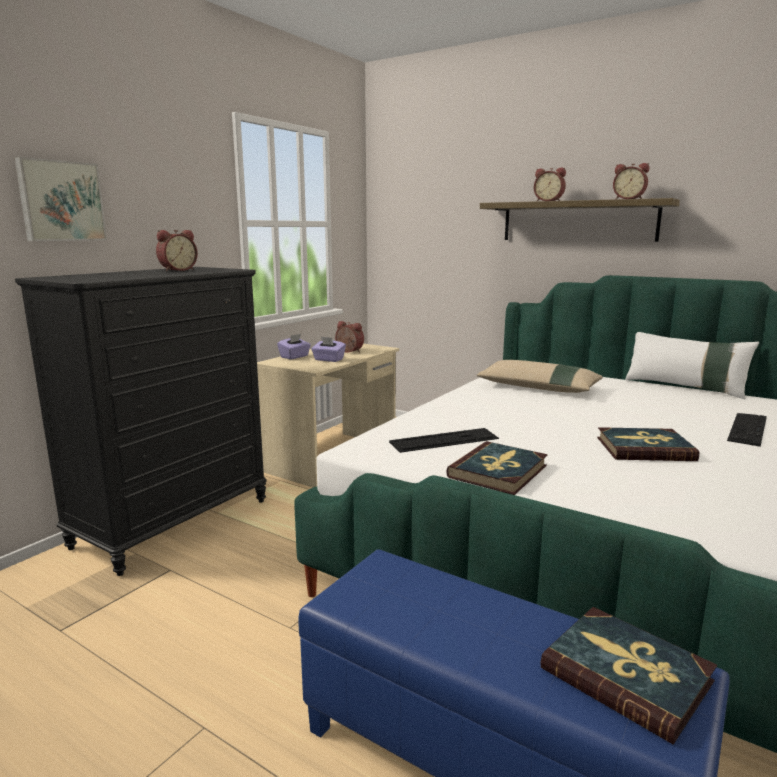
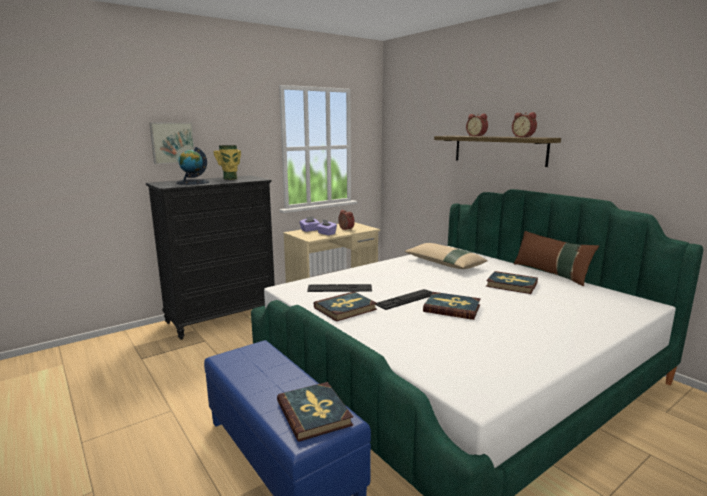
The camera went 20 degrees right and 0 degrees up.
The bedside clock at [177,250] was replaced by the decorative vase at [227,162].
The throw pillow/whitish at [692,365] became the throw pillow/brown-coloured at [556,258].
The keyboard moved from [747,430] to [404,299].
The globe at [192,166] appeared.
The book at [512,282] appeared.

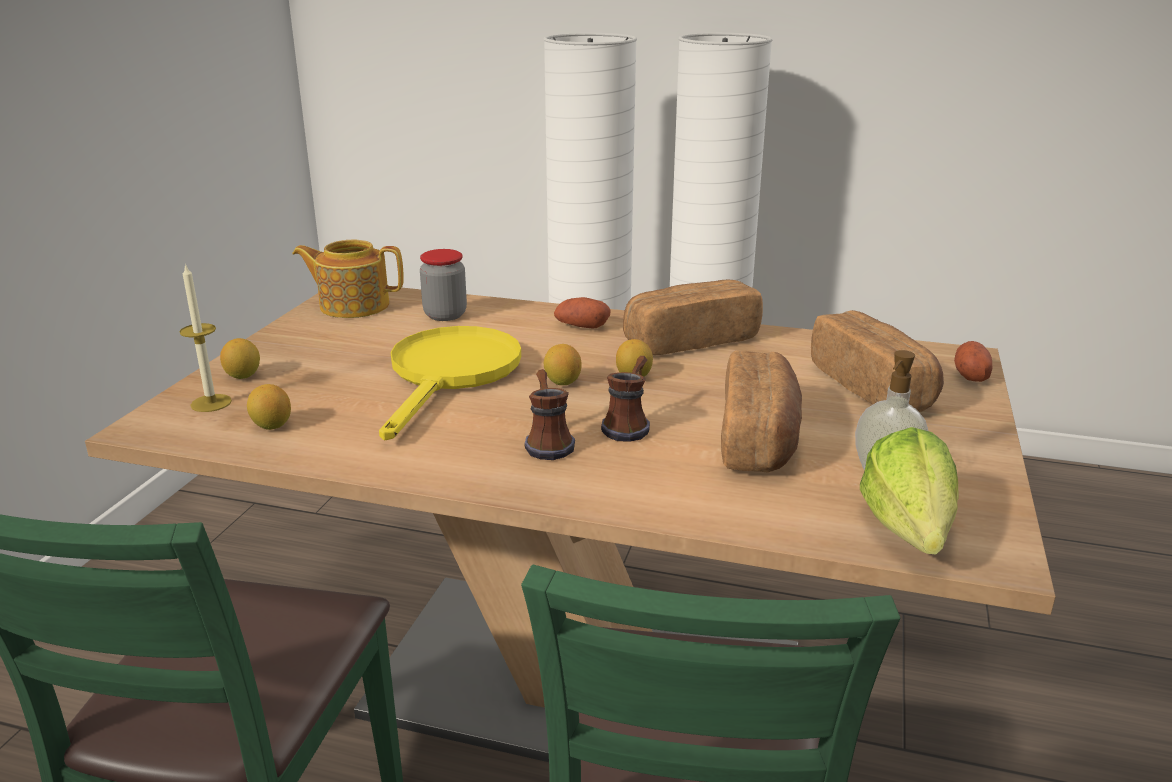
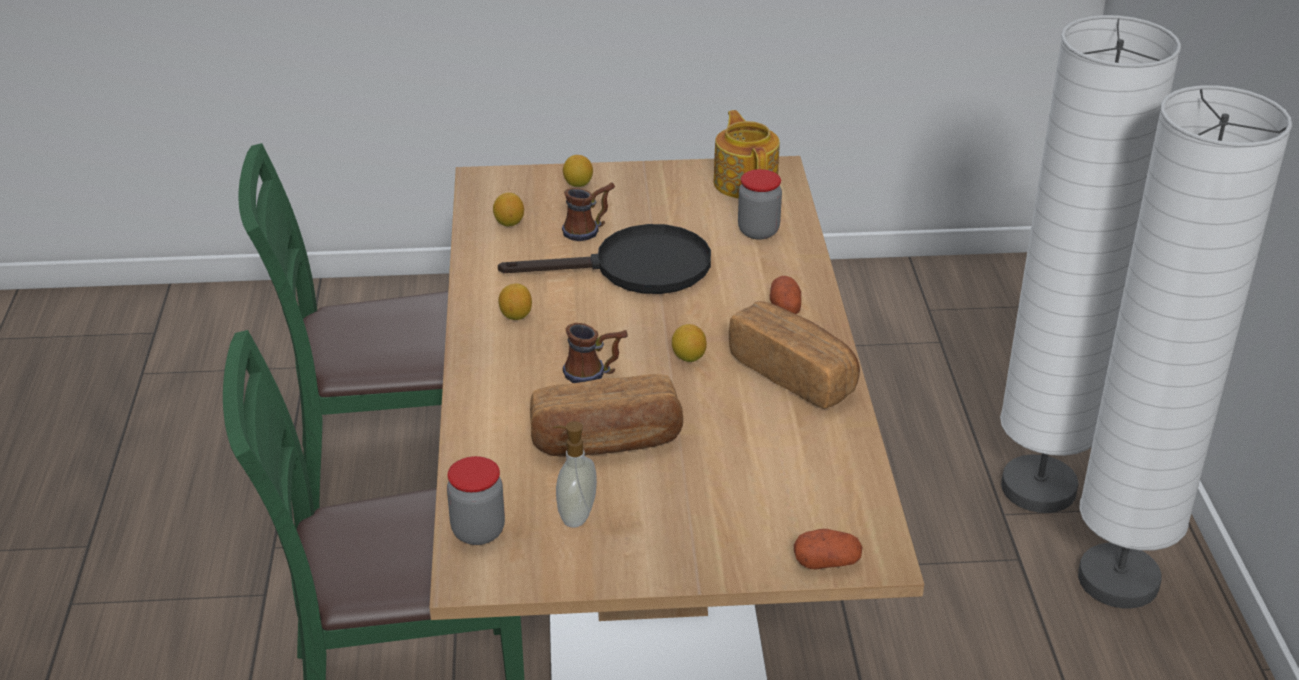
The camera went 70 degrees right and 10 degrees up.
The wax light at [205,338] disappeared.
The pan/yellow at [450,383] became the pan/black-coloured at [604,259].
The tea mug moved from [549,414] to [588,211].
The whole lemon moved from [563,364] to [515,301].
The baked bread at [877,361] disappeared.
The lettuce at [909,491] was replaced by the jar at [476,500].

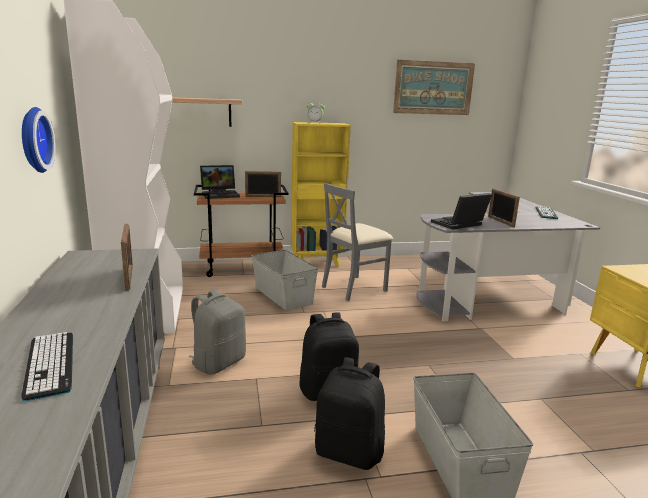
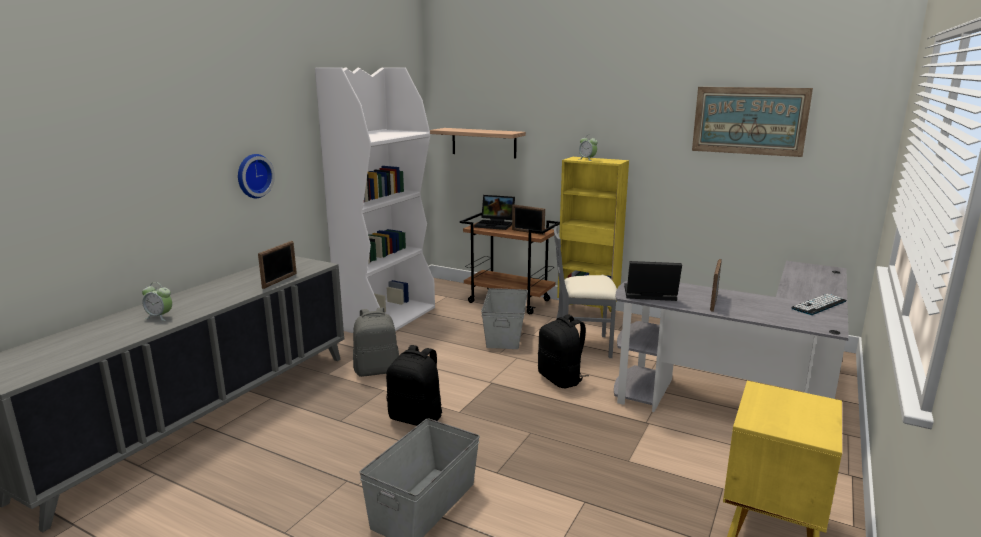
The camera went 40 degrees right and 0 degrees up.
The keyboard at [47,366] was replaced by the bedside clock at [157,301].
The rucksack/black-coloured moved from [349,413] to [563,351].

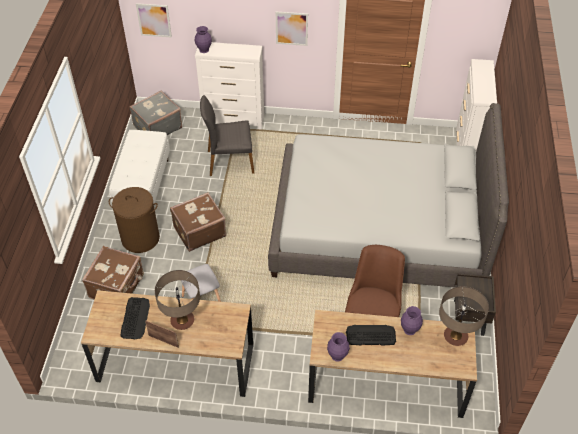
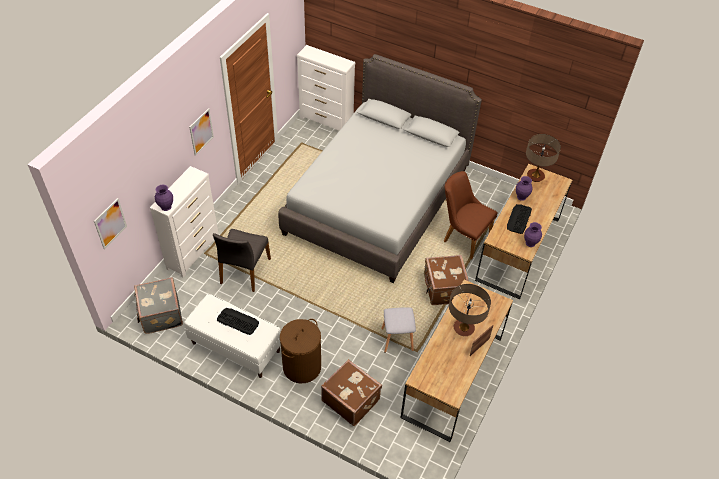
The camera went 70 degrees left and 0 degrees up.
The keyboard moved from [135,318] to [238,321].
The piece of luggage/brown-coloured moved from [198,222] to [446,280].
The night table/brown-coloured at [475,304] disappeared.

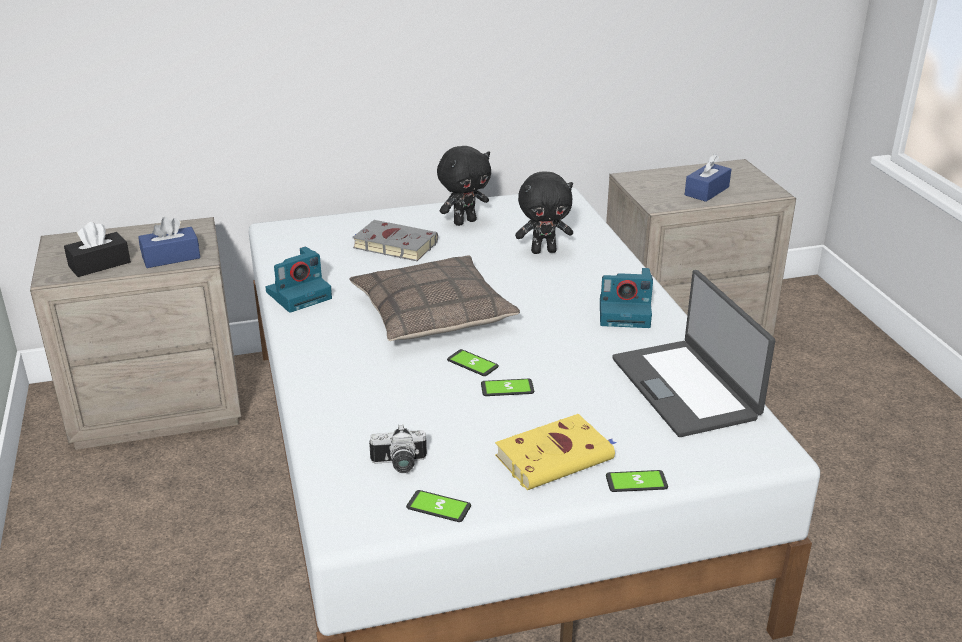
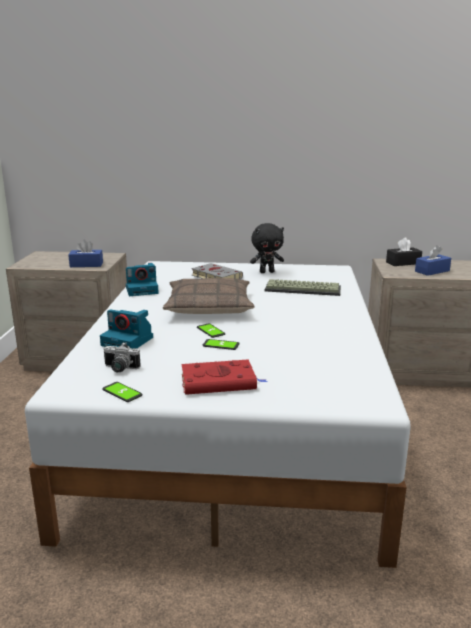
The camera went 20 degrees right and 10 degrees down.
The box of tissues/black-coloured moved from [97,249] to [404,251].
The book/yellow at [556,452] became the book/red at [224,377].
The soft toy/black-coloured at [544,213] was replaced by the keyboard at [303,287].
The still camera moved from [626,298] to [126,328].
The handset at [637,481] disappeared.
The portable computer at [693,353] disappeared.

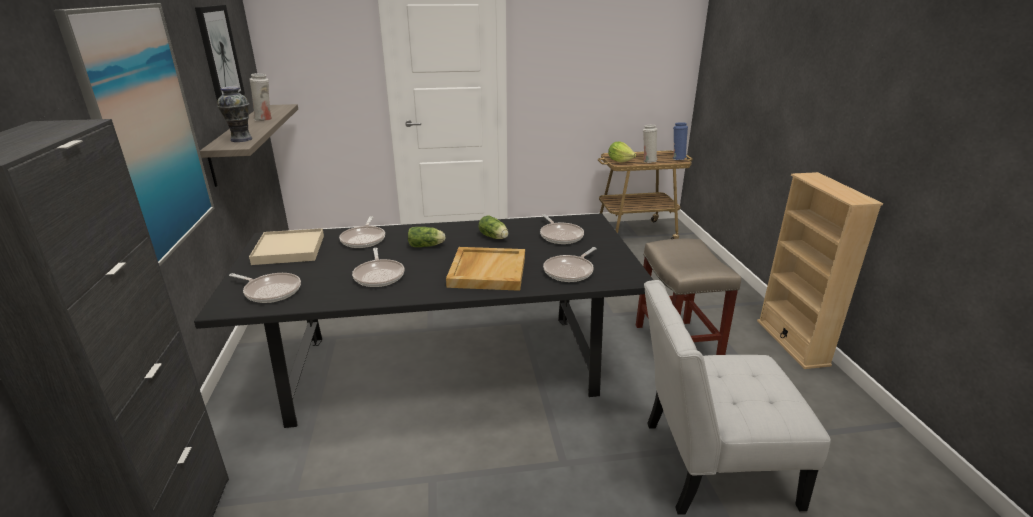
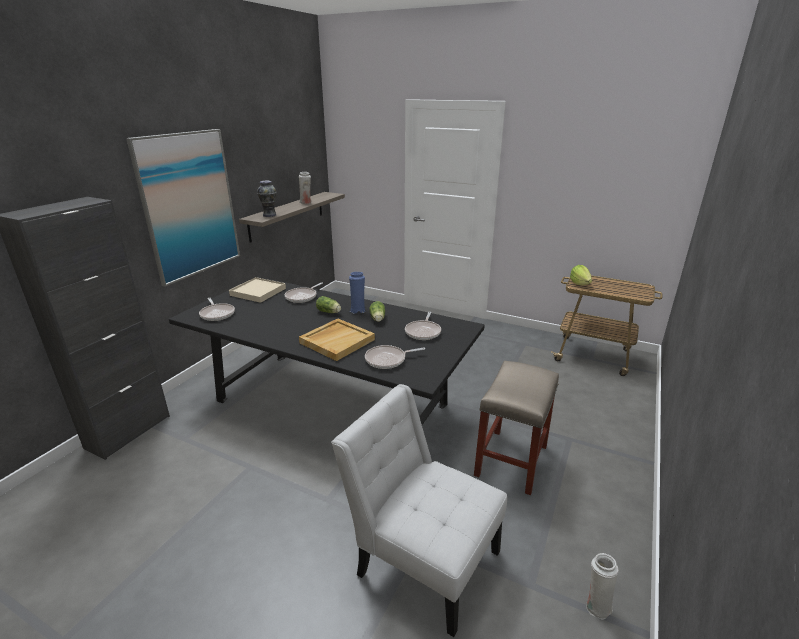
The camera went 35 degrees right and 0 degrees up.
The picture at [220,53] disappeared.
The pan at [378,267] disappeared.
The decorative vase/whitish moved from [650,144] to [602,586].
The decorative vase/blue-coloured moved from [680,141] to [357,293].
The shelving unit/sand-coloured at [820,270] disappeared.

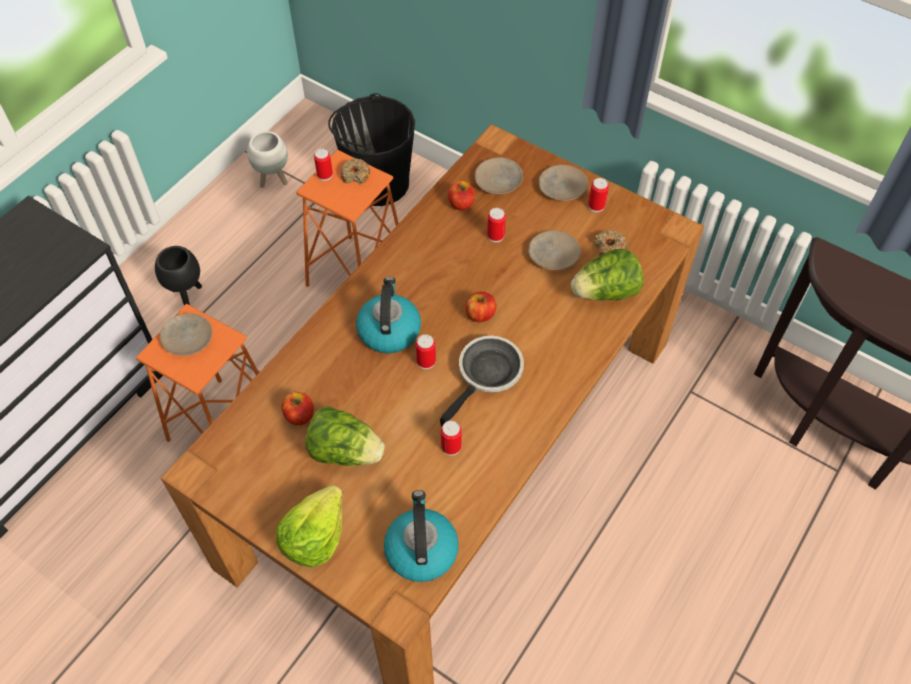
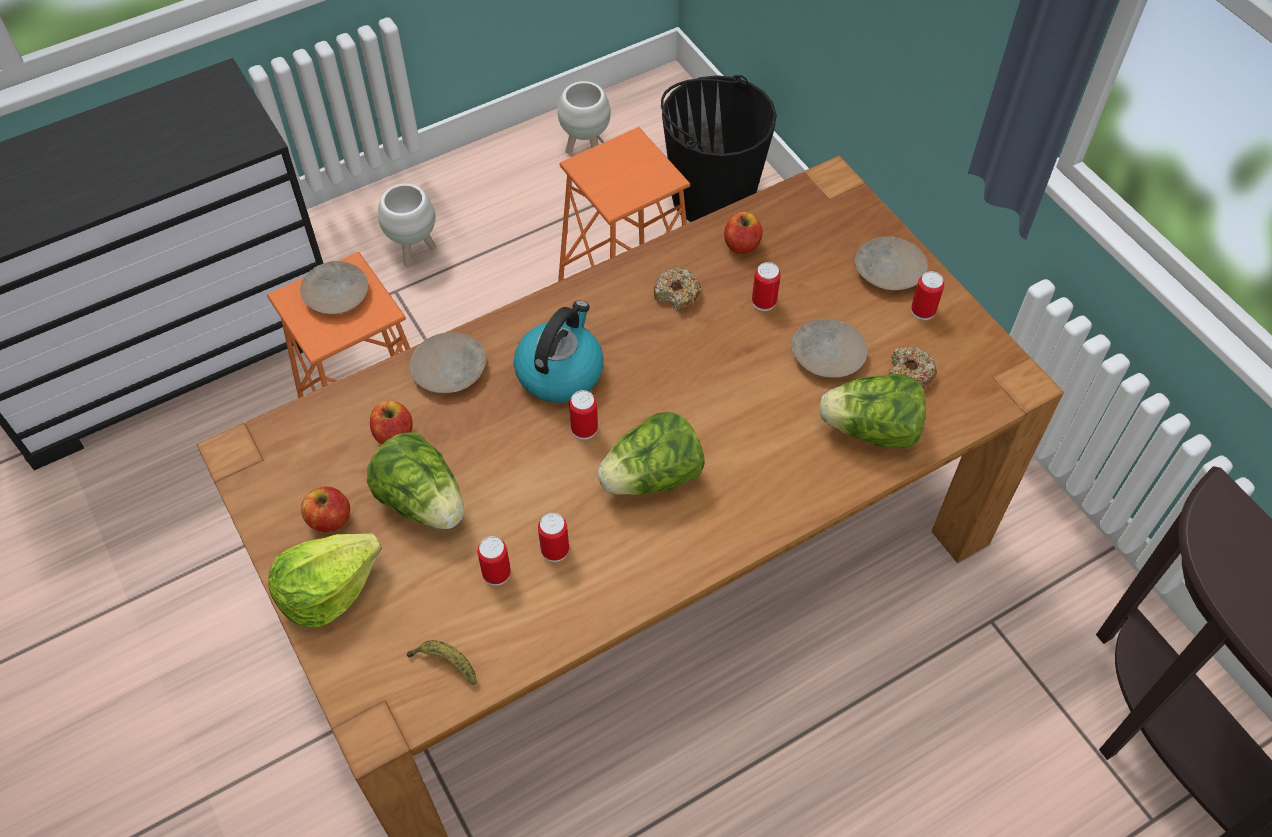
The camera went 25 degrees right and 0 degrees up.
The flower pot/black-coloured at [178,276] became the flower pot/whitish at [407,225].
The can moved from [323,165] to [494,561].
The doughnut moved from [355,171] to [677,289].
The water kettle at [421,536] was replaced by the whole banana at [441,662].
The pan at [482,381] was replaced by the lettuce at [651,453].
The apple moved from [481,307] to [325,509].
The flat dish/sand-coloured moved from [499,175] to [448,362].

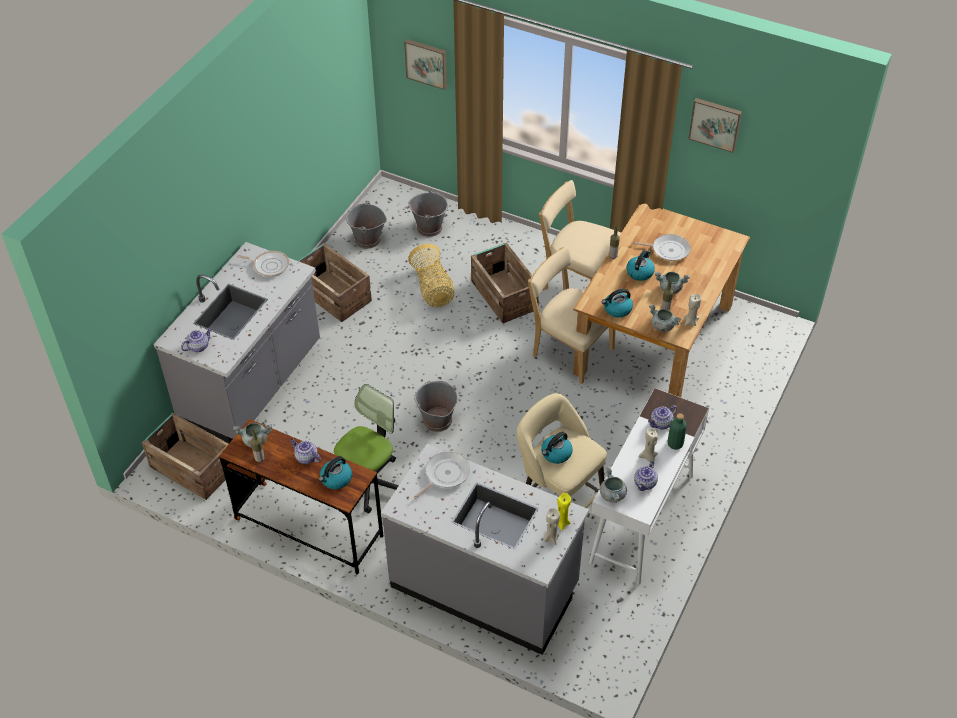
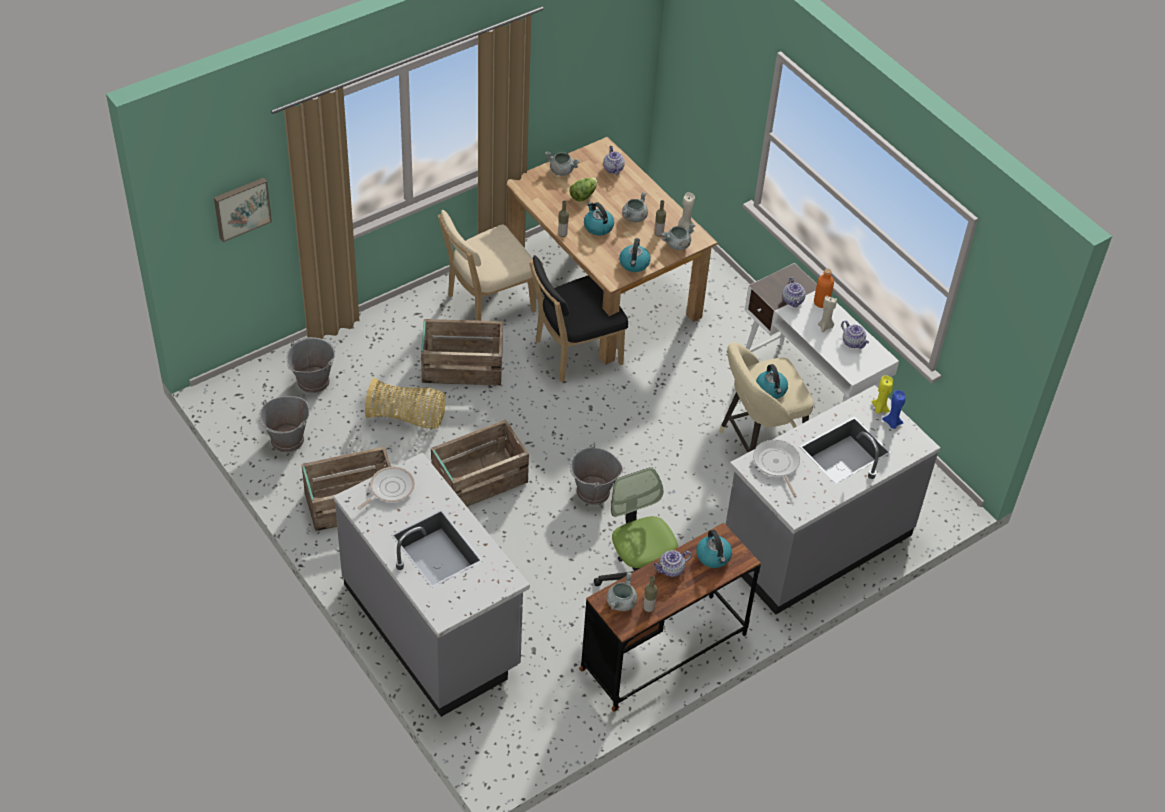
The camera went 65 degrees left and 0 degrees up.
The shipping crate moved from [185,456] to [480,463].
The pot for tea moved from [196,339] to [614,160].
The upright chair/sand-coloured at [572,315] became the upright chair/black-coloured at [578,319].
The wax light/sand-coloured at [551,526] became the wax light/blue-coloured at [893,409].
The saucepot/grey moved from [613,485] to [562,164].
The pan at [661,247] was replaced by the lettuce at [584,189].
The drink bottle/green at [677,431] became the drink bottle/orange at [824,288].
The picture at [715,125] disappeared.

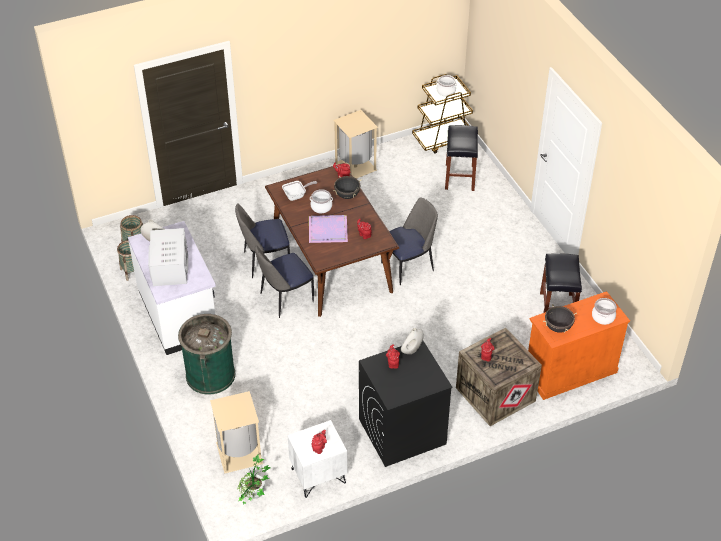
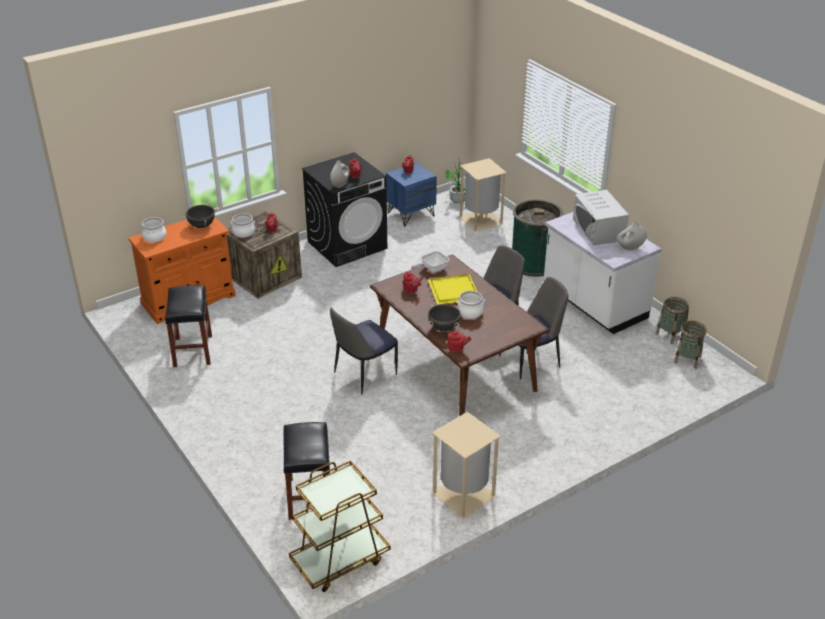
The camera went 170 degrees right and 10 degrees down.
The pan moved from [299,191] to [430,261].
The night table/whitish at [317,459] became the night table/blue-coloured at [411,195].
The serving tray/purple at [328,229] became the serving tray/yellow at [452,289].
The saucepot moved from [446,86] to [243,225].

